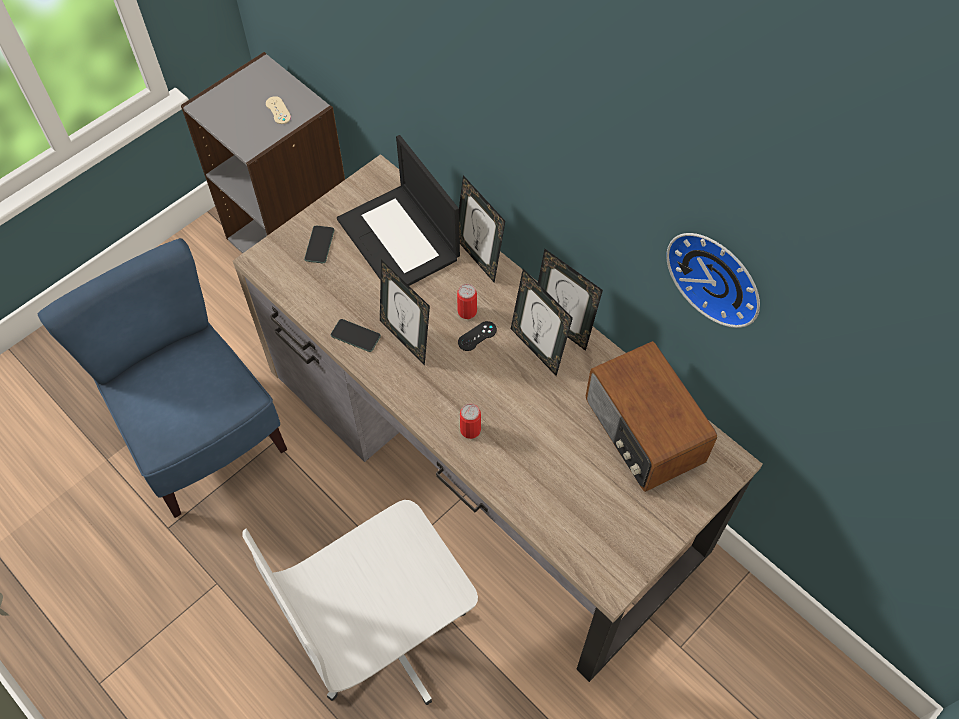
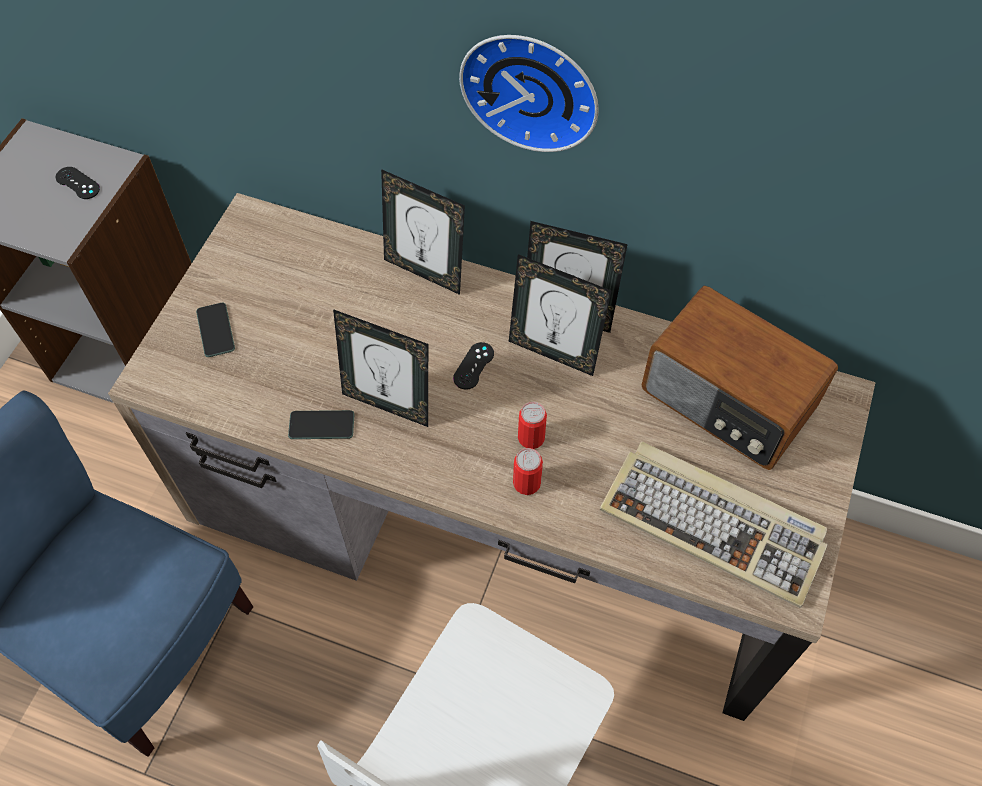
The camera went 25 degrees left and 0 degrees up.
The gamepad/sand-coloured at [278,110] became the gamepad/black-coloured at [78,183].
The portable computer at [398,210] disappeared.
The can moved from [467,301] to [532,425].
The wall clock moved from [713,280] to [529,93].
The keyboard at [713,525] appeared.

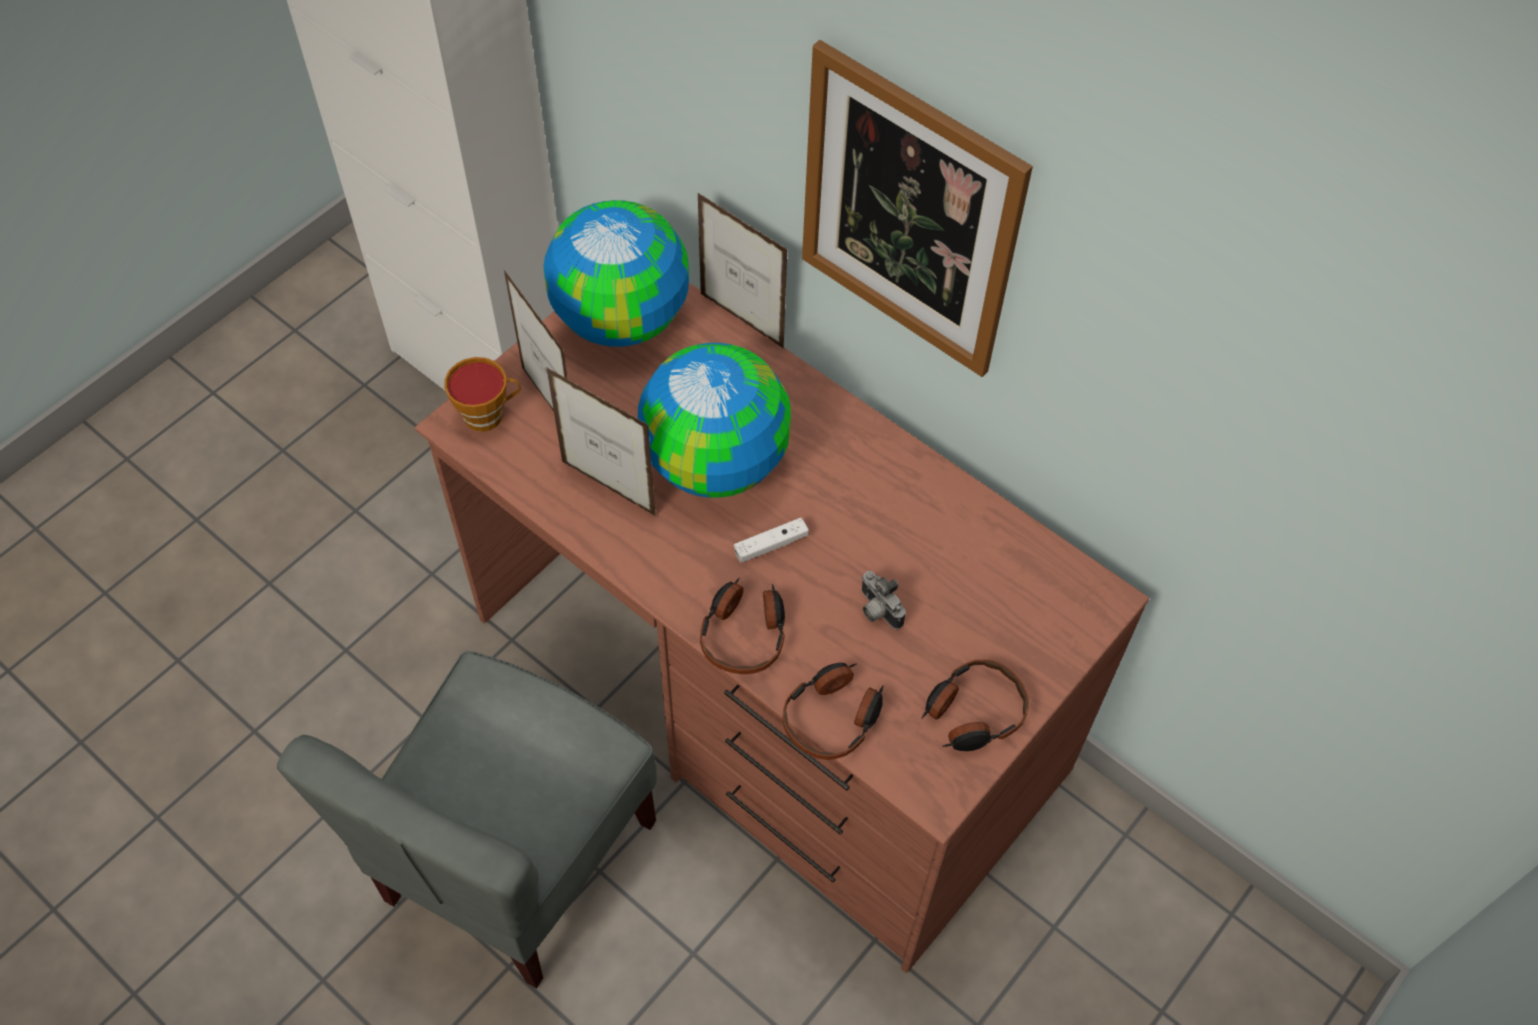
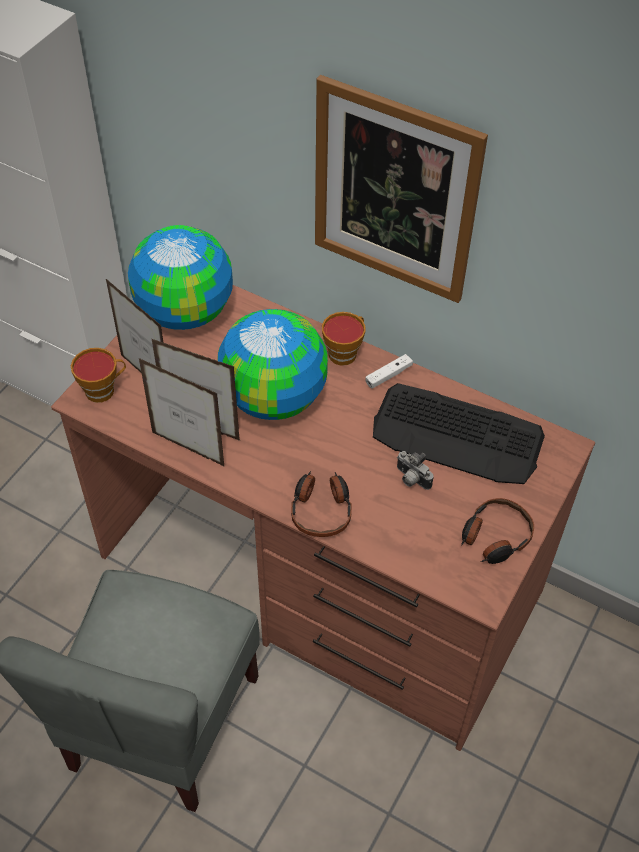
The camera went 10 degrees left and 5 degrees down.
The standing frame moved from [743,271] to [182,412].
The gamepad/whitish moved from [771,540] to [389,371].
The headset at [833,711] disappeared.
The cup at [344,339] appeared.
The keyboard at [459,433] appeared.

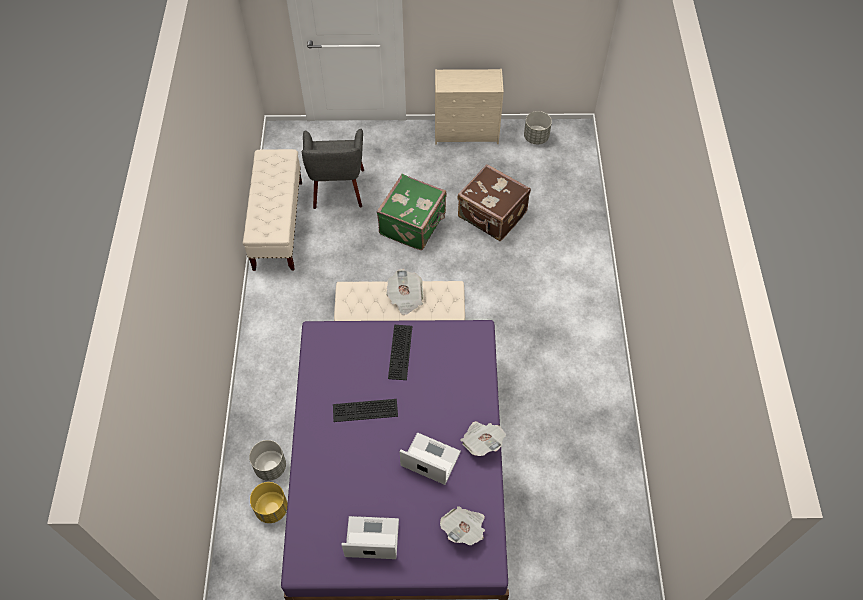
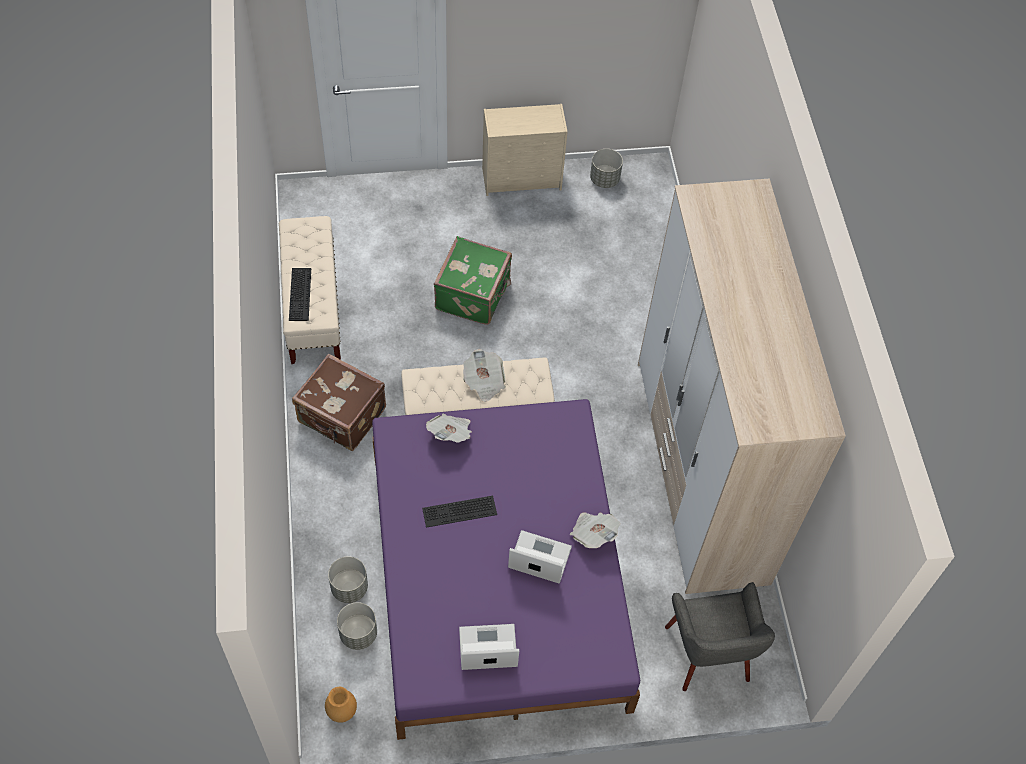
The camera went 10 degrees left and 0 degrees up.
The flower pot/yellow at [269,502] became the flower pot/grey at [357,626].
The lounge chair/grey moved from [332,169] to [720,636].
The keyboard moved from [400,352] to [300,294].
The printed paper moved from [462,525] to [449,428].
The piece of luggage/brown-coloured moved from [494,202] to [339,402].
The decorative vase/brown-coloured at [341,705] appeared.
The wardrobe at [742,386] appeared.

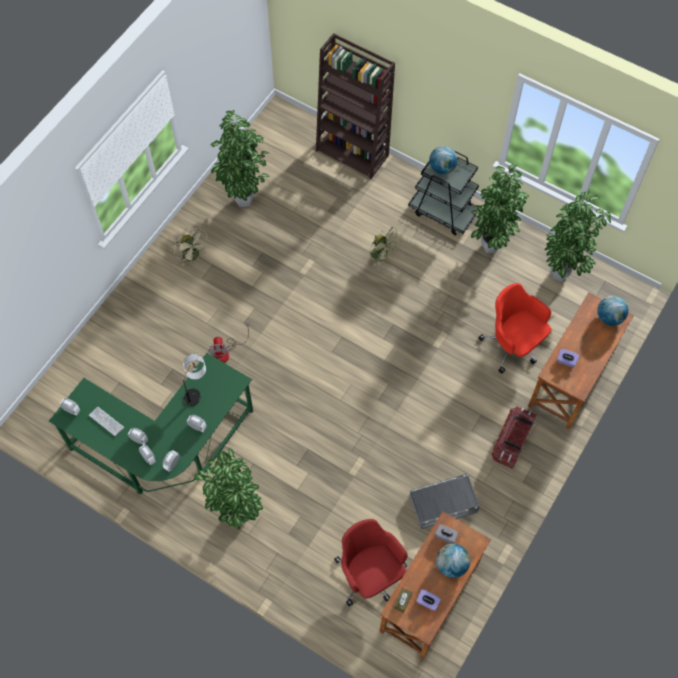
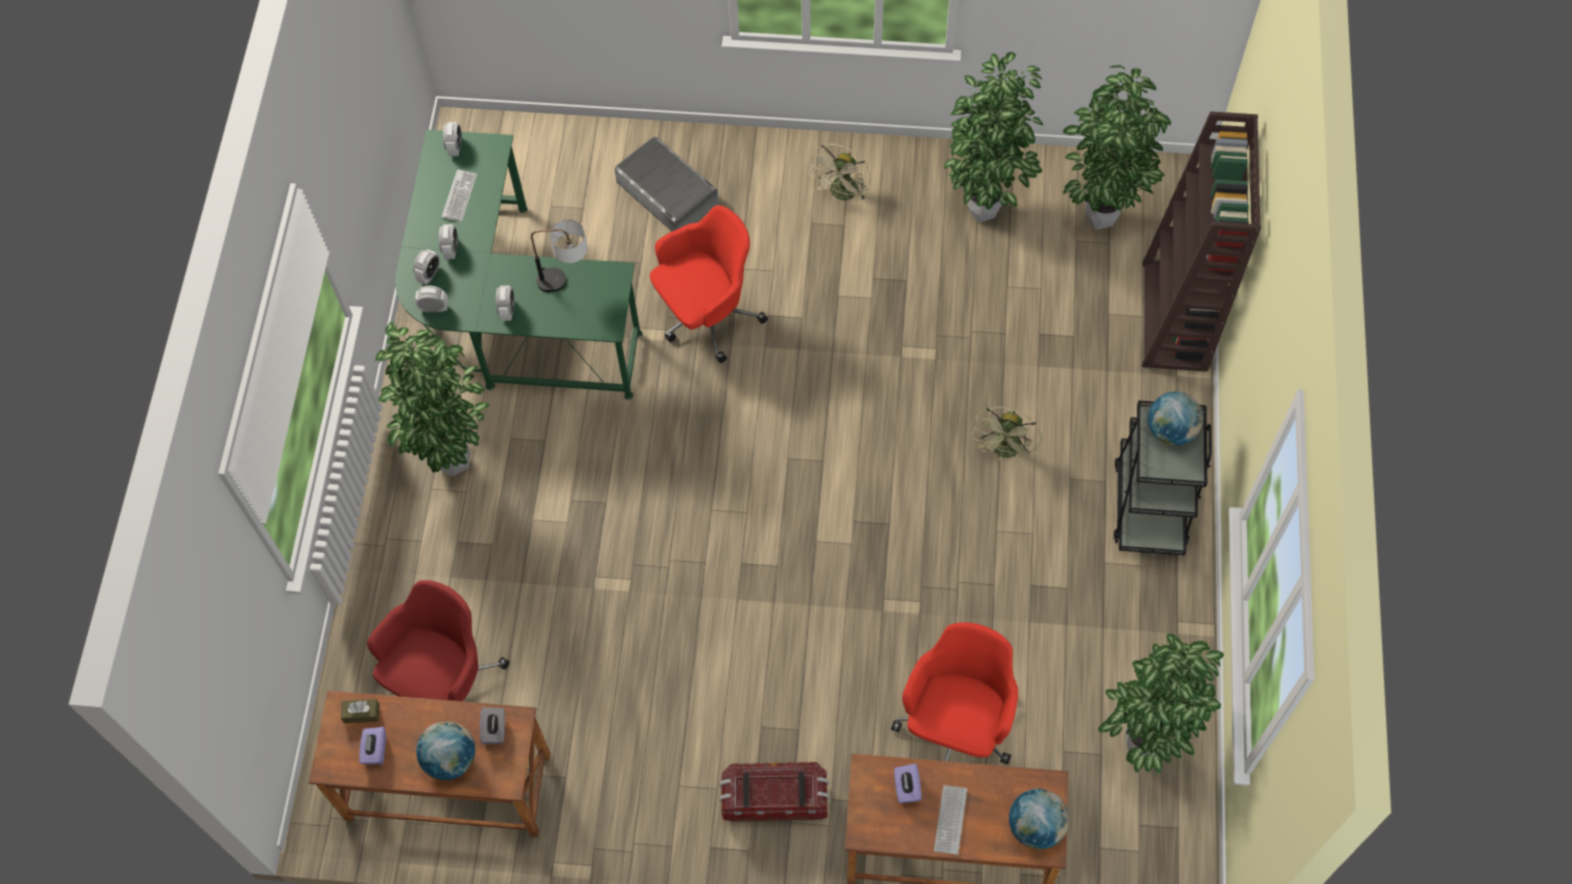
The camera went 65 degrees right and 0 degrees up.
The cooling fan at [229,343] was replaced by the computer chair/red at [709,284].
The storage container/grey moved from [444,501] to [666,184].
The potted plant moved from [500,208] to [1117,147].
The keyboard at [950,820] appeared.

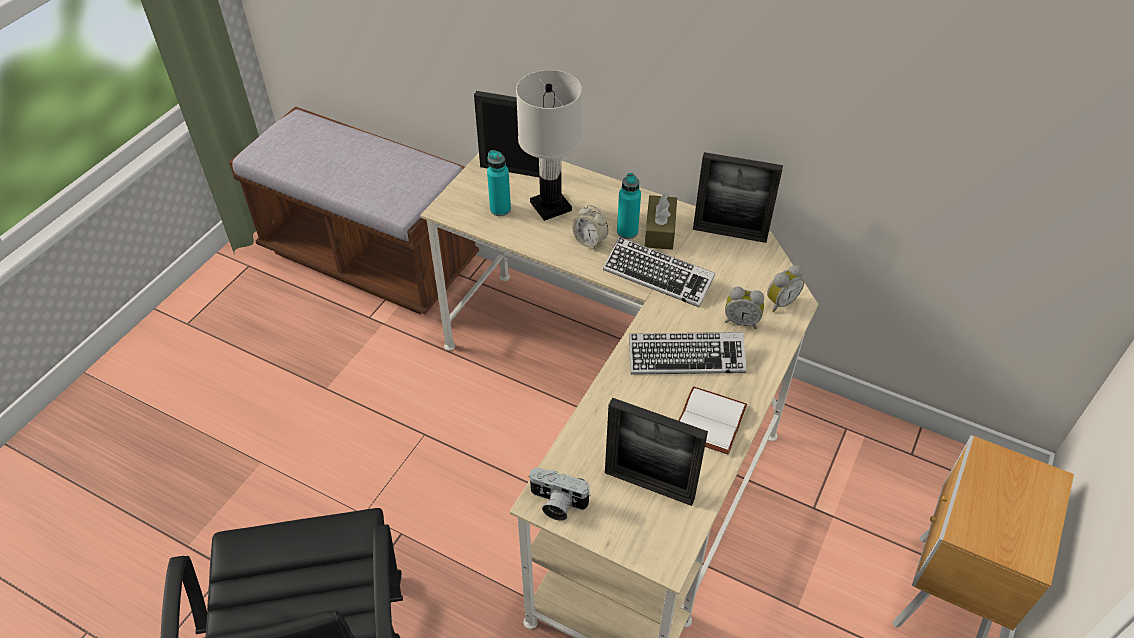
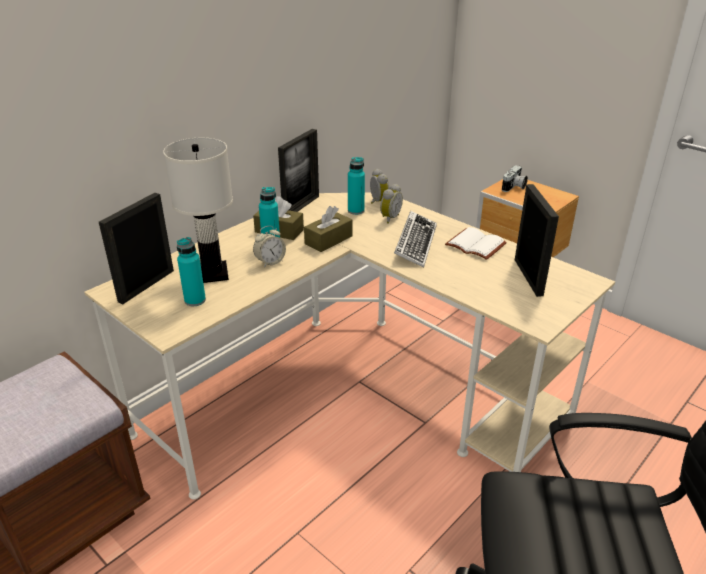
The camera went 75 degrees left and 15 degrees down.
The still camera moved from [559,494] to [515,178].
The keyboard at [659,272] was replaced by the box of tissues/brown-coloured at [328,229].
The standing frame at [656,452] turned 45 degrees counterclockwise.
The drink bottle/turquoise at [356,186] appeared.

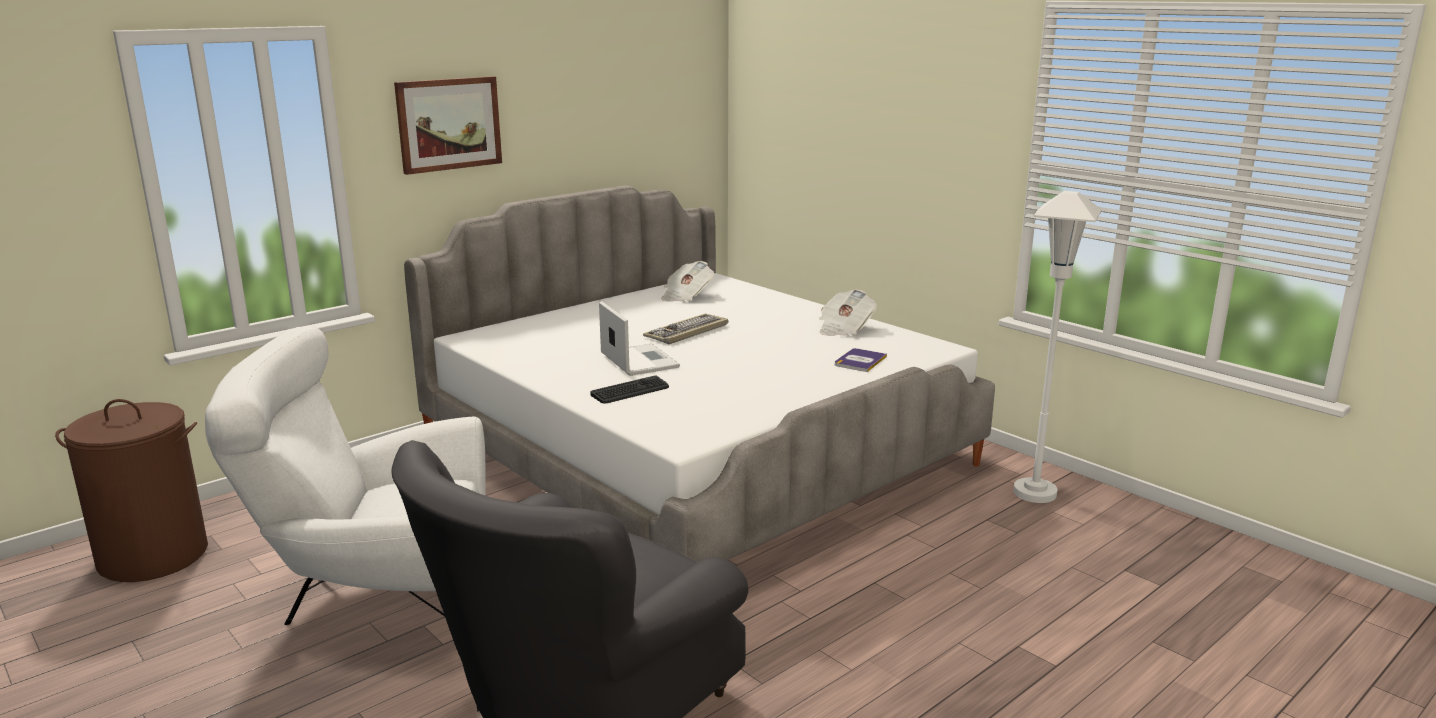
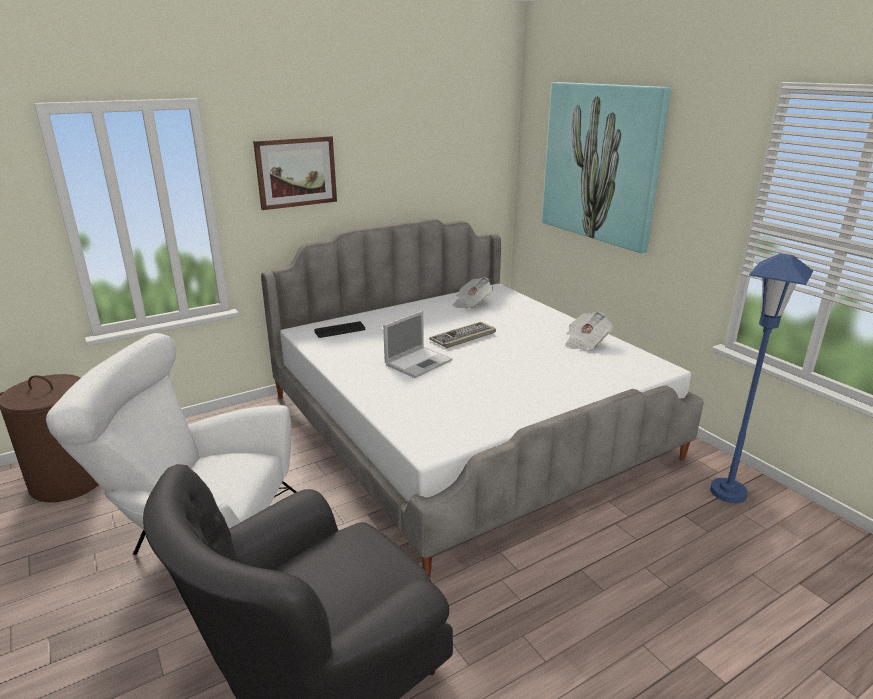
The camera went 10 degrees right and 5 degrees up.
The keyboard moved from [629,389] to [339,329].
The portable computer at [639,338] turned 60 degrees clockwise.
The book at [861,360] disappeared.
The standing lamp/whitish at [1057,347] became the standing lamp/blue-coloured at [761,378].
The picture at [606,167] appeared.

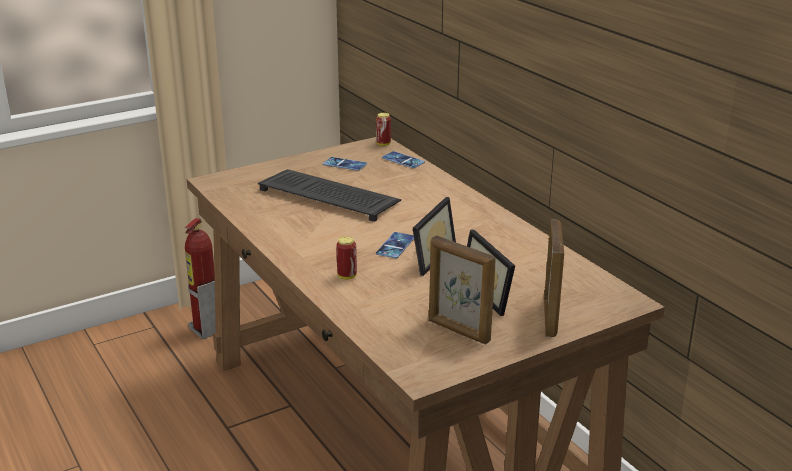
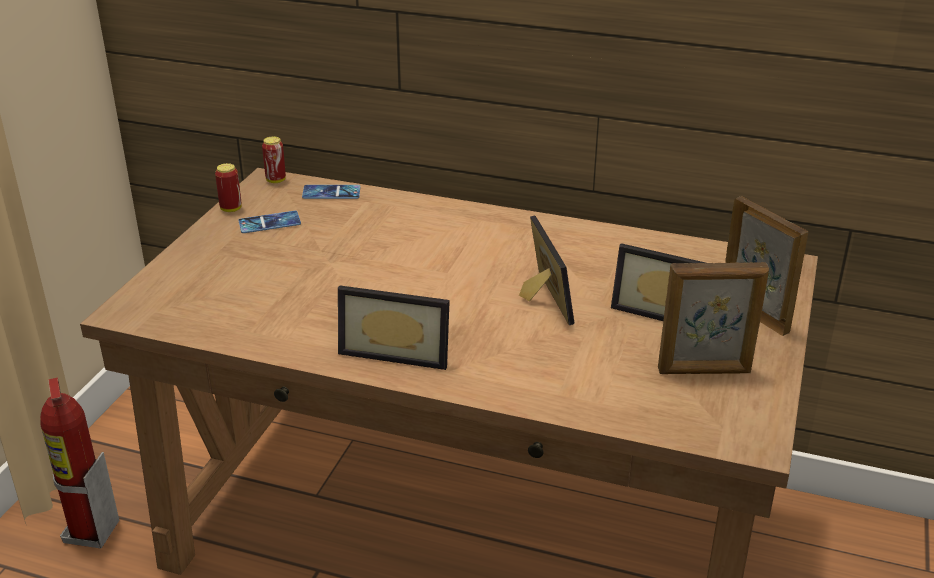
The camera went 40 degrees left and 5 degrees up.
The keyboard at [329,195] disappeared.
The can moved from [346,257] to [228,187].
The handset at [395,245] disappeared.
The standing frame at [394,327] appeared.

